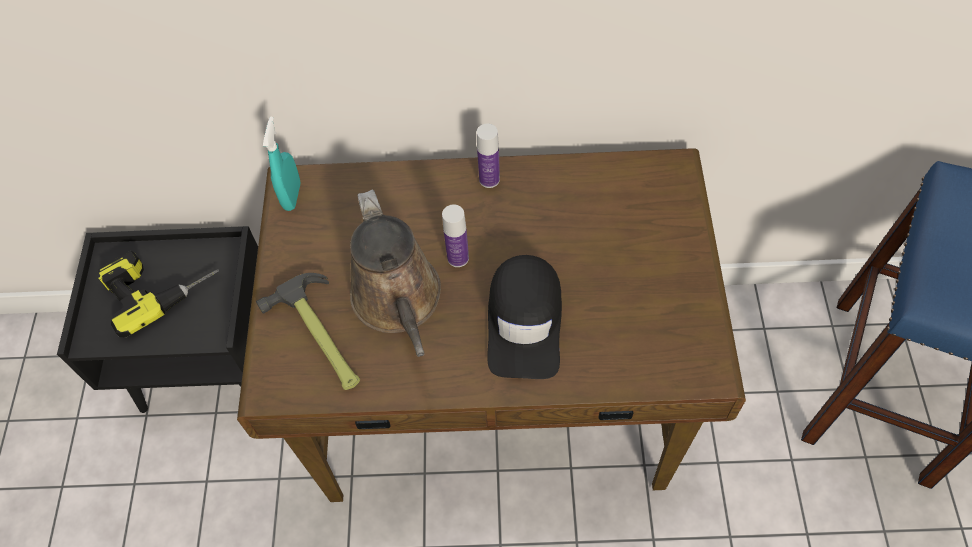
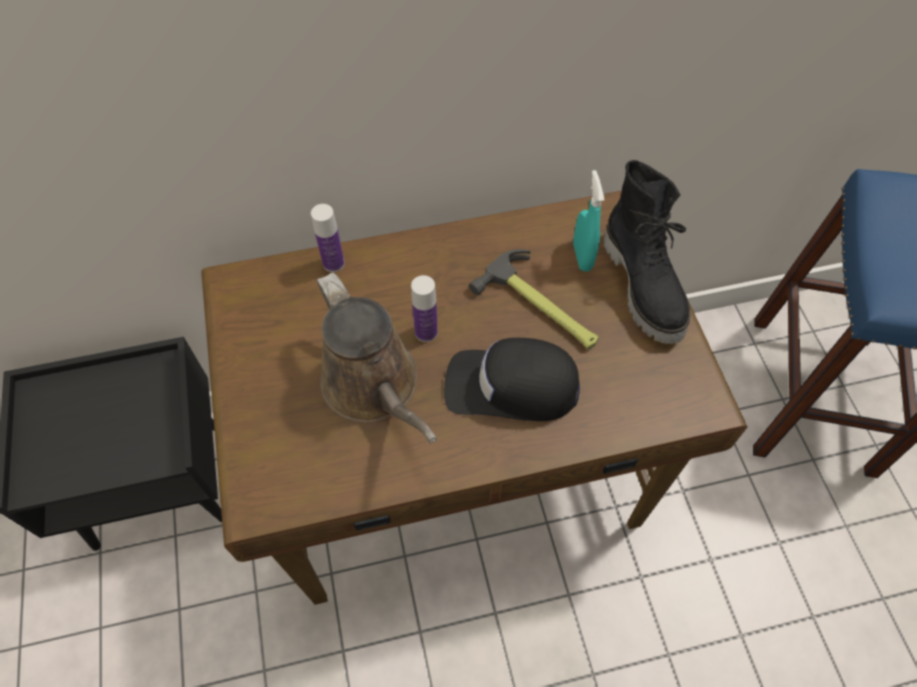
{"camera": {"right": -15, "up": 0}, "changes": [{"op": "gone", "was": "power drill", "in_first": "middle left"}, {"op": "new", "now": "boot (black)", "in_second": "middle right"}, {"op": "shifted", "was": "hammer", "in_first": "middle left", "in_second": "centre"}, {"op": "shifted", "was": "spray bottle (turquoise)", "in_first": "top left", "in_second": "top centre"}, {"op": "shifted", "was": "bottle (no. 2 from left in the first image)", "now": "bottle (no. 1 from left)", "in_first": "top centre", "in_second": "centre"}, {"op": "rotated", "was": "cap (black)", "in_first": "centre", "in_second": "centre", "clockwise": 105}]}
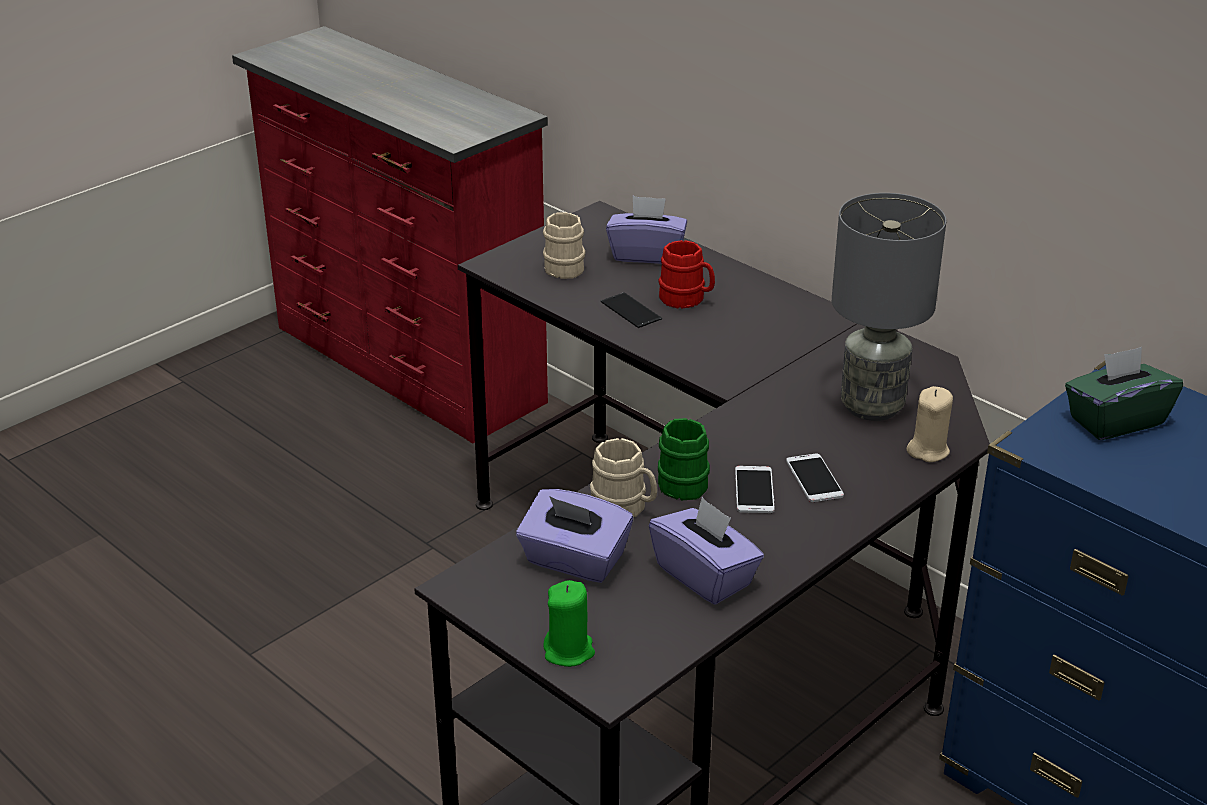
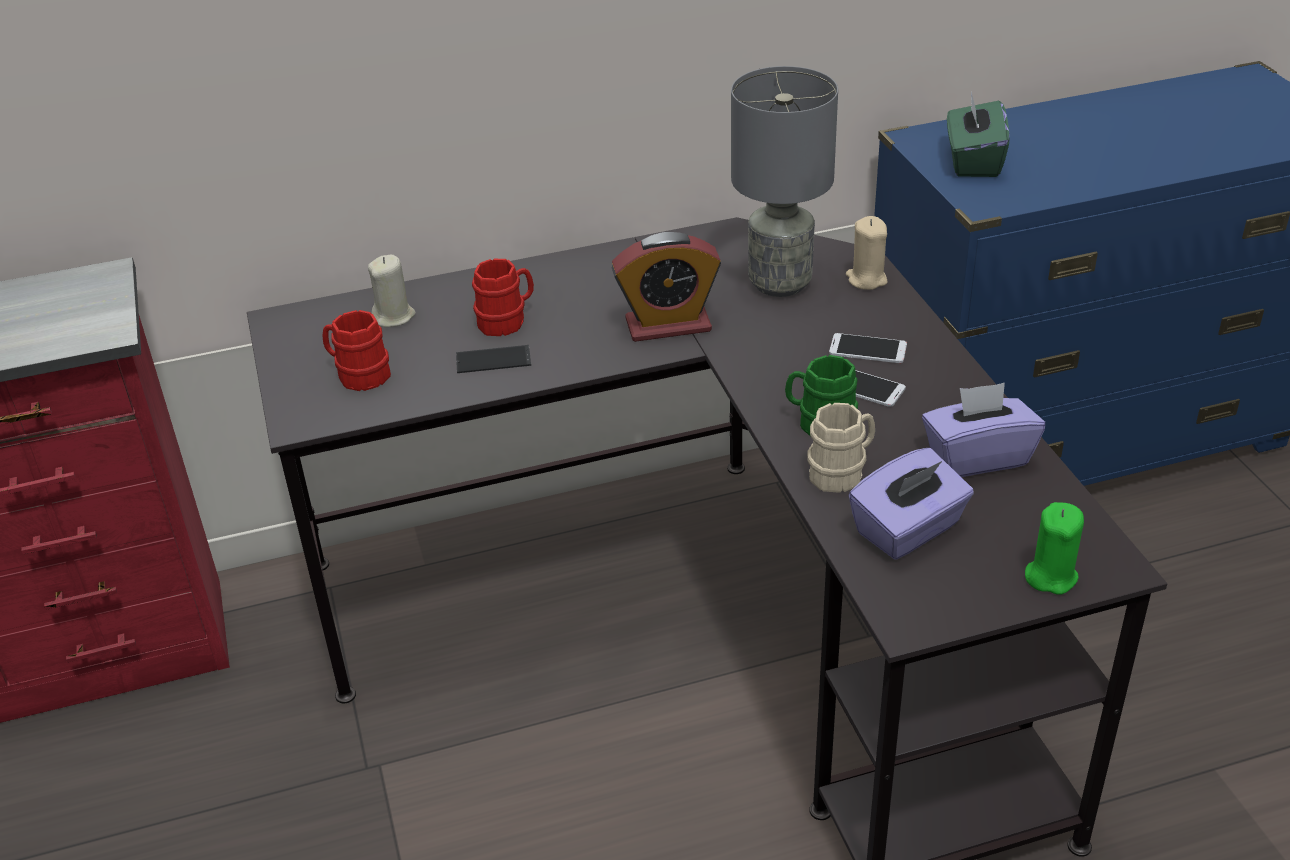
{"camera": {"right": -60, "up": 5}, "changes": [{"op": "new", "now": "alarm clock", "in_second": "centre"}, {"op": "swapped", "was": "tissue box (purple) (no. 2 from left)", "now": "candle (beige) (no. 1 from left)", "in_first": "top centre", "in_second": "middle left"}, {"op": "repainted", "was": "mug (beige) (no. 1 from left)", "now": "mug (red) (no. 1 from left)", "in_first": "top centre", "in_second": "middle left"}]}
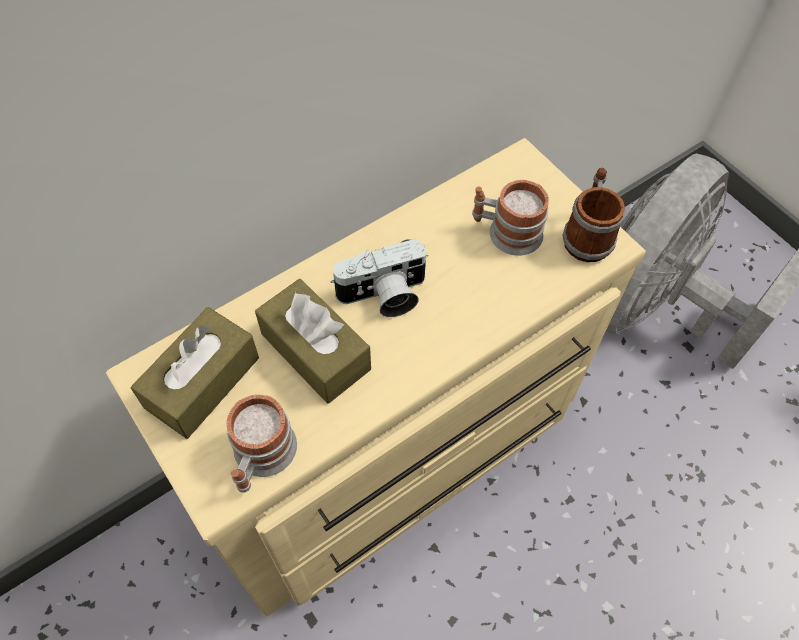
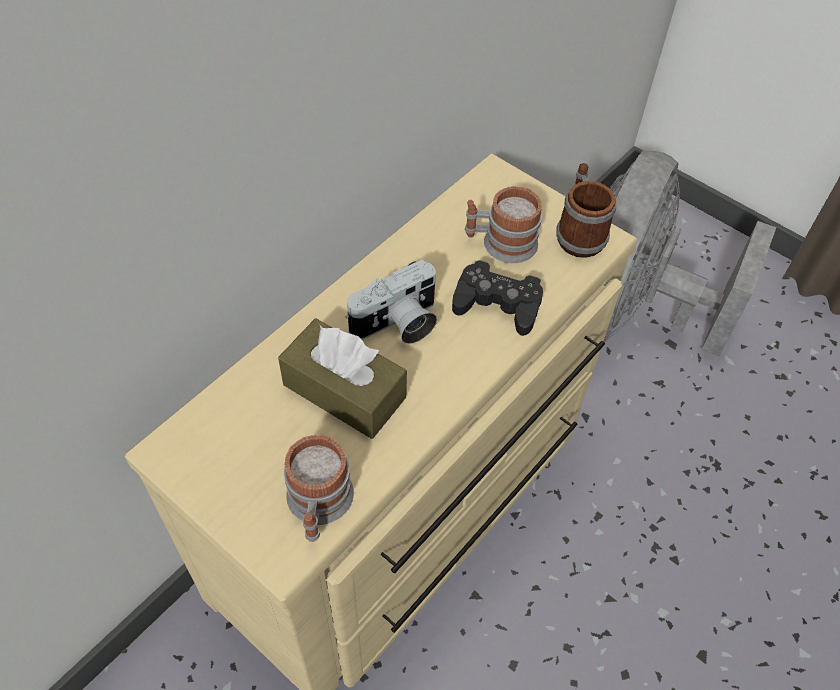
{"camera": {"right": -15, "up": -5}, "changes": [{"op": "gone", "was": "tissue box (brown) (no. 1 from left)", "in_first": "middle left"}, {"op": "new", "now": "game controller (black)", "in_second": "centre"}]}
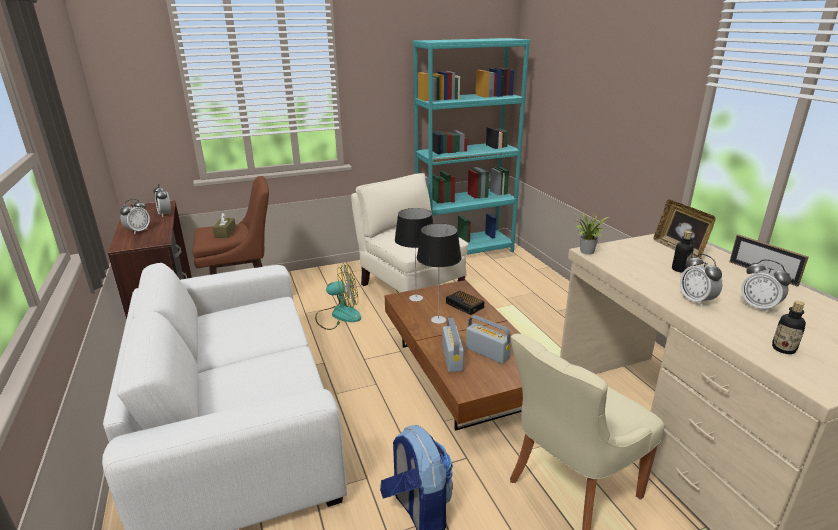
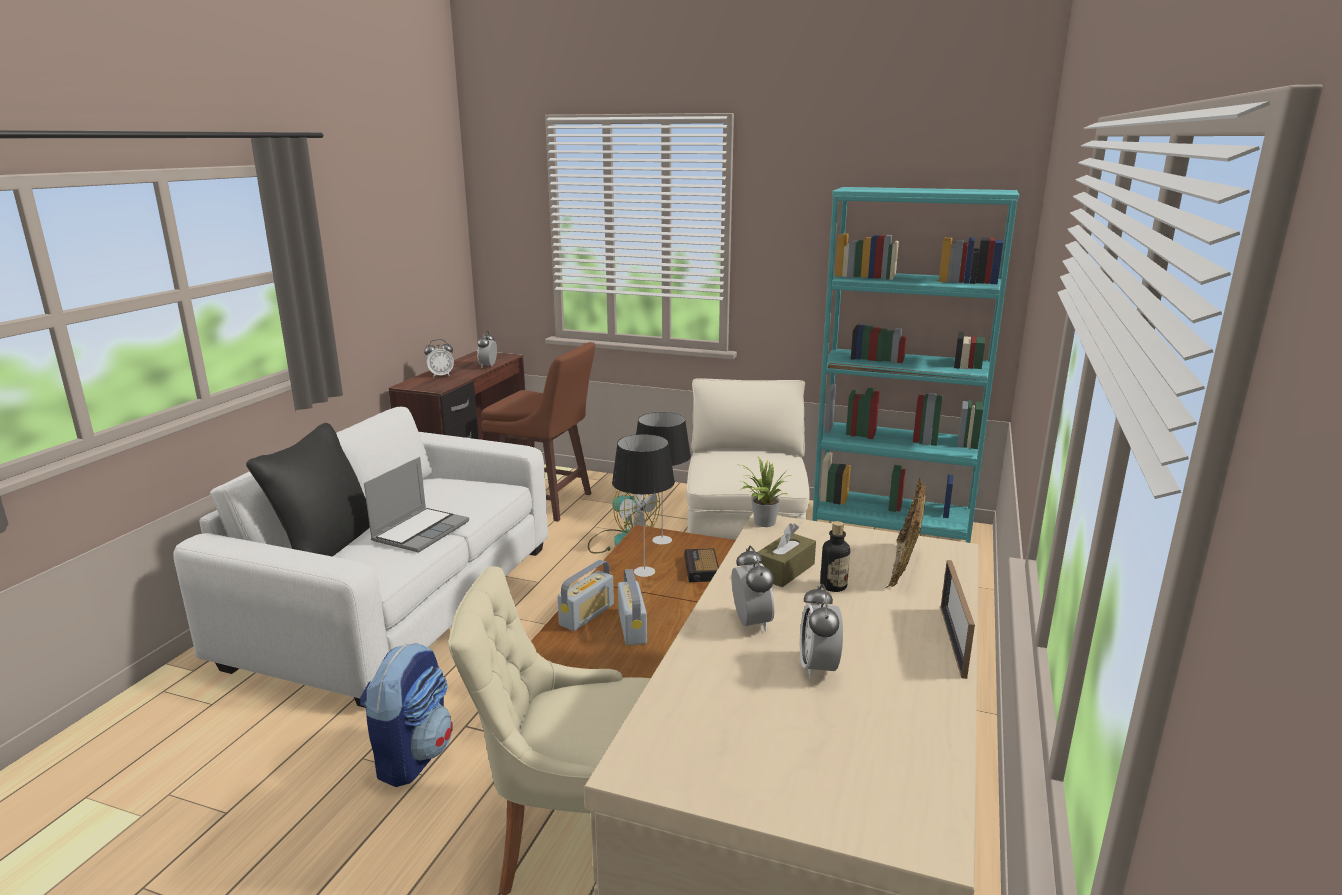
{"camera": {"right": 40, "up": -5}, "changes": [{"op": "gone", "was": "bottle (no. 2 from left)", "in_first": "middle right"}, {"op": "new", "now": "pillow (black)", "in_second": "middle left"}, {"op": "new", "now": "laptop", "in_second": "middle left"}, {"op": "shifted", "was": "tissue box (brown)", "in_first": "middle left", "in_second": "centre"}, {"op": "rotated", "was": "alarm clock (no. 4 from left)", "in_first": "middle right", "in_second": "centre", "clockwise": 150}]}
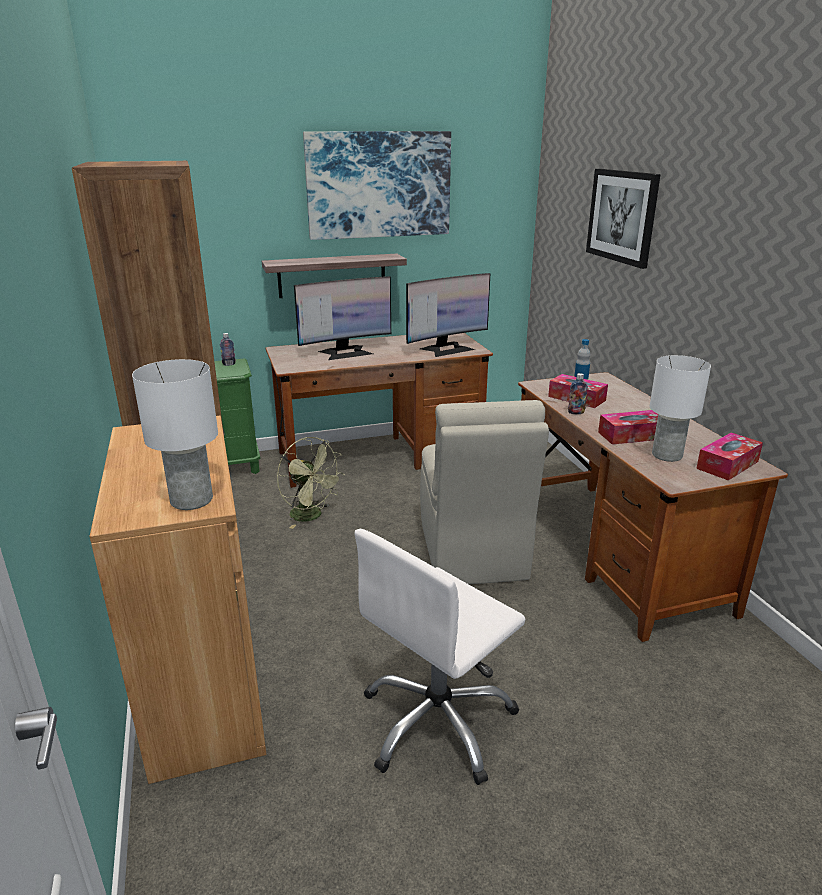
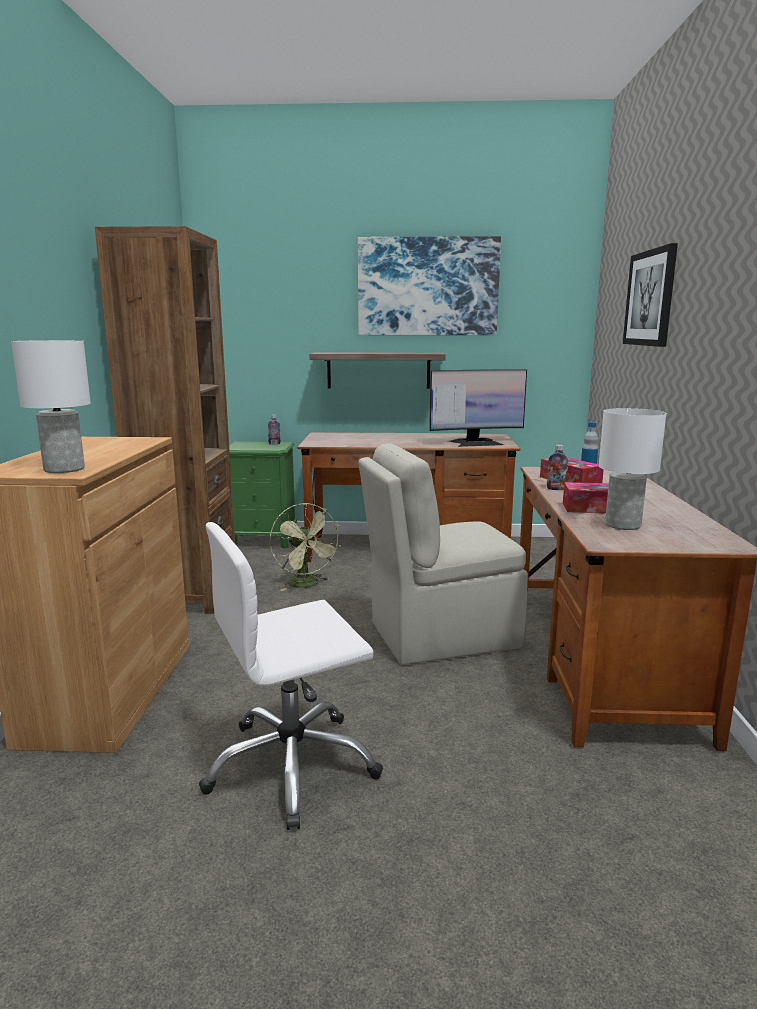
{"camera": {"right": 20, "up": -10}, "changes": [{"op": "gone", "was": "monitor (no. 1 from left)", "in_first": "centre"}, {"op": "gone", "was": "tissue box (no. 3 from left)", "in_first": "middle right"}, {"op": "rotated", "was": "chair (beige)", "in_first": "centre", "in_second": "centre", "clockwise": 60}]}
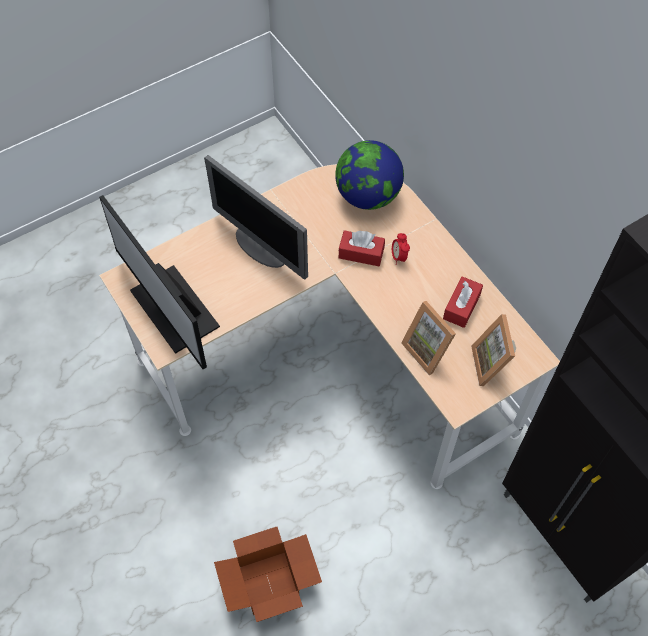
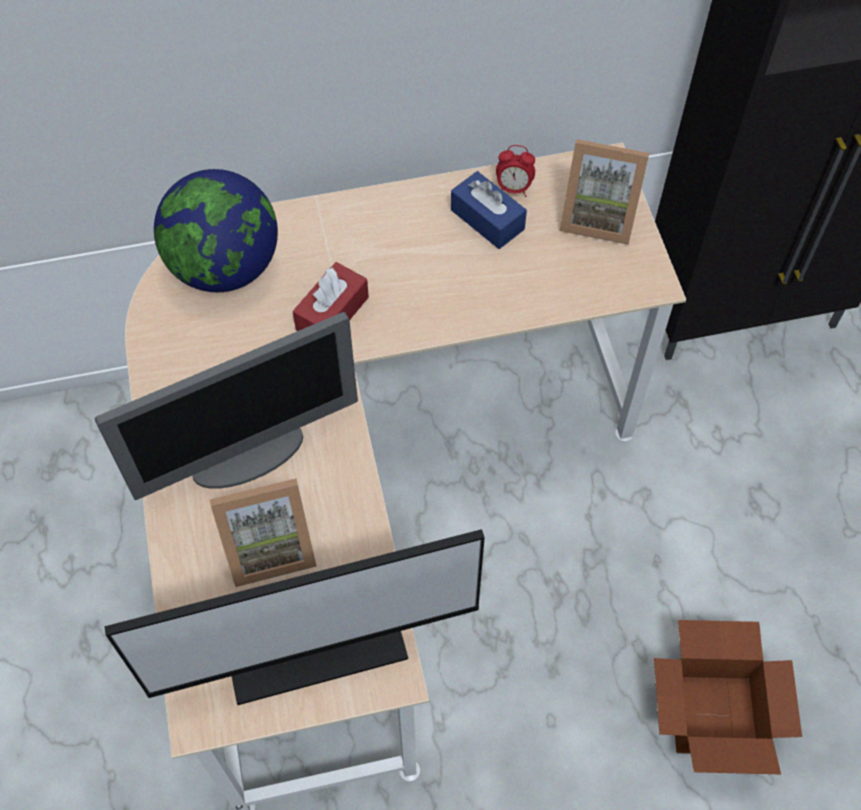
{"camera": {"right": -70, "up": 0}, "changes": [{"op": "shifted", "was": "alarm clock", "in_first": "centre", "in_second": "top centre"}, {"op": "shifted", "was": "picture frame (no. 1 from left)", "in_first": "centre", "in_second": "middle left"}, {"op": "repainted", "was": "tissue box (red) (no. 2 from left)", "now": "tissue box (blue)", "in_first": "middle right", "in_second": "top centre"}]}
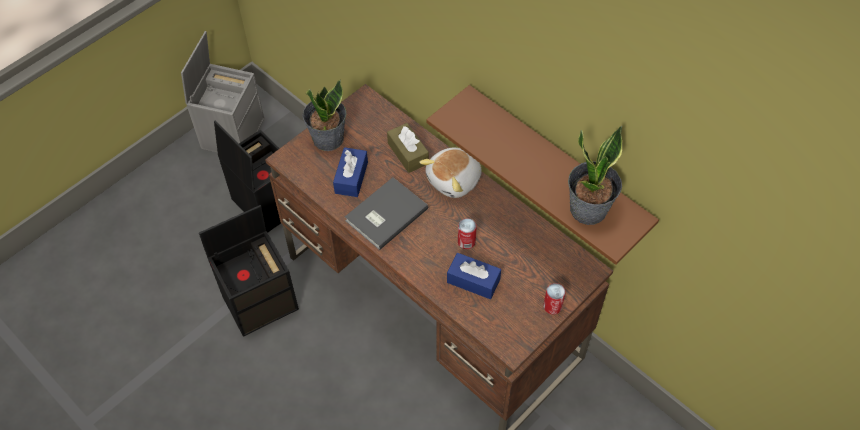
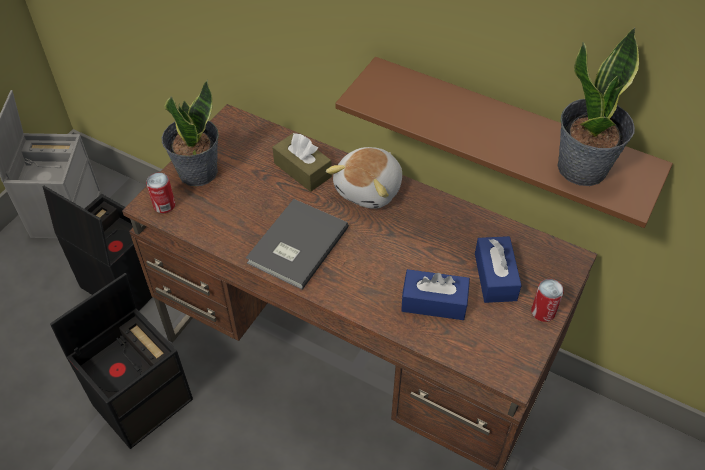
{"camera": {"right": -15, "up": -5}, "changes": [{"op": "shifted", "was": "tissue box (blue) (no. 1 from left in the first image)", "now": "tissue box (blue) (no. 2 from left)", "in_first": "centre", "in_second": "middle right"}, {"op": "shifted", "was": "can (no. 1 from left)", "in_first": "centre", "in_second": "middle left"}]}
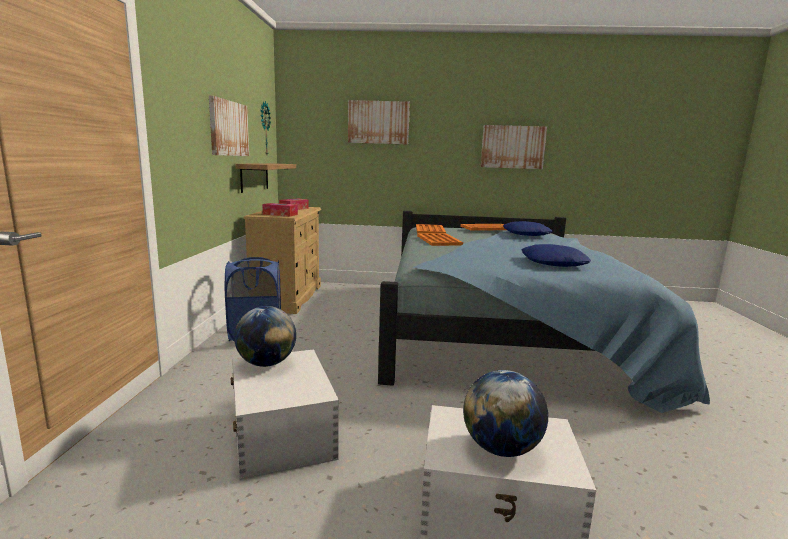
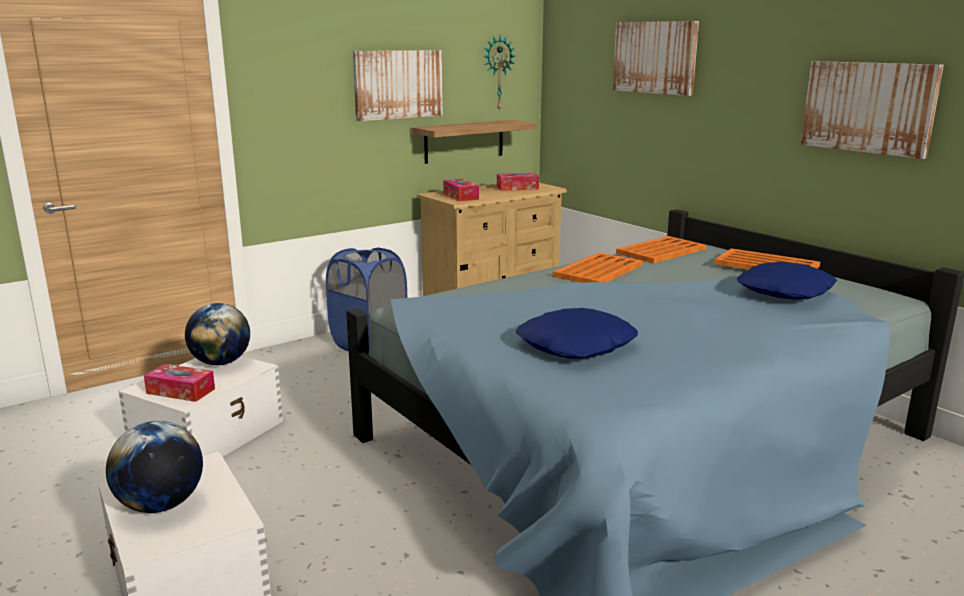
{"camera": {"right": 50, "up": 5}, "changes": [{"op": "new", "now": "tissue box (no. 1 from left)", "in_second": "middle left"}]}
